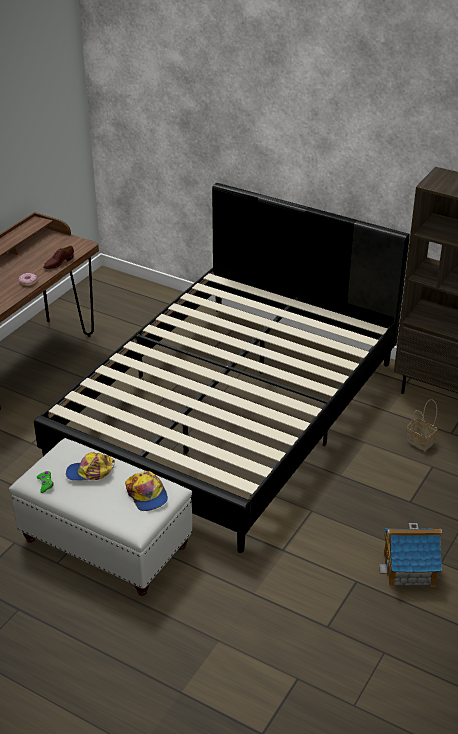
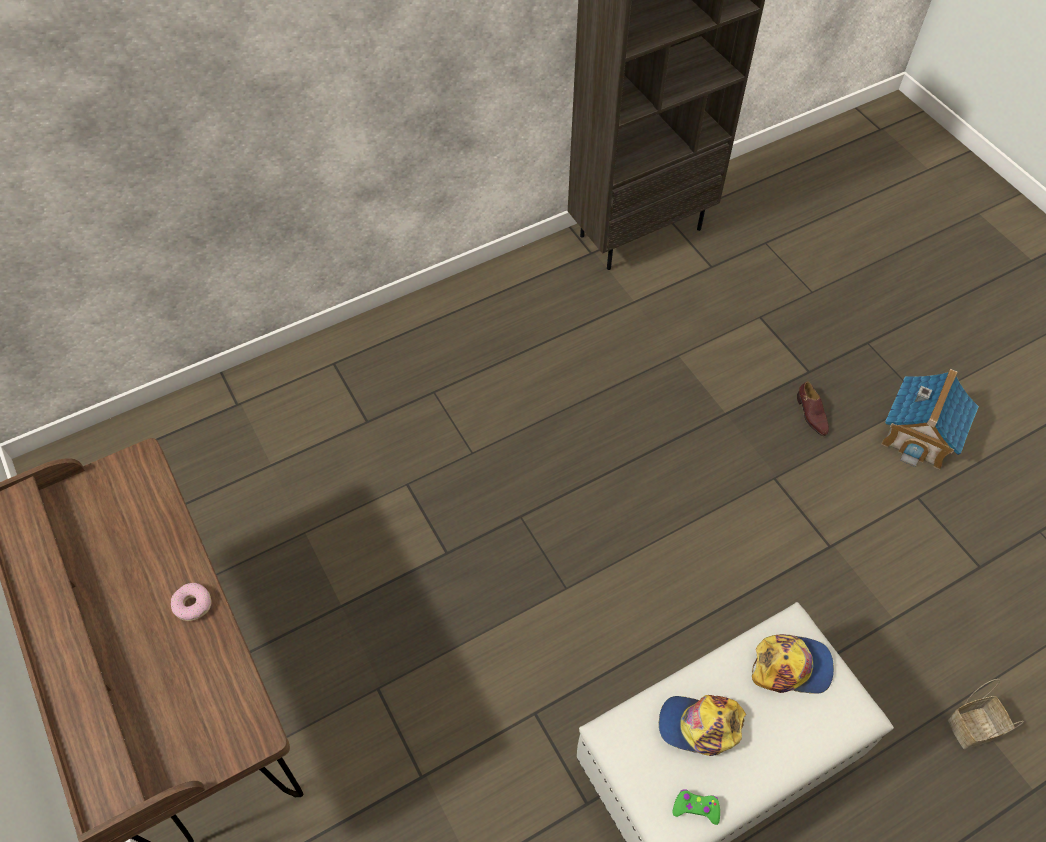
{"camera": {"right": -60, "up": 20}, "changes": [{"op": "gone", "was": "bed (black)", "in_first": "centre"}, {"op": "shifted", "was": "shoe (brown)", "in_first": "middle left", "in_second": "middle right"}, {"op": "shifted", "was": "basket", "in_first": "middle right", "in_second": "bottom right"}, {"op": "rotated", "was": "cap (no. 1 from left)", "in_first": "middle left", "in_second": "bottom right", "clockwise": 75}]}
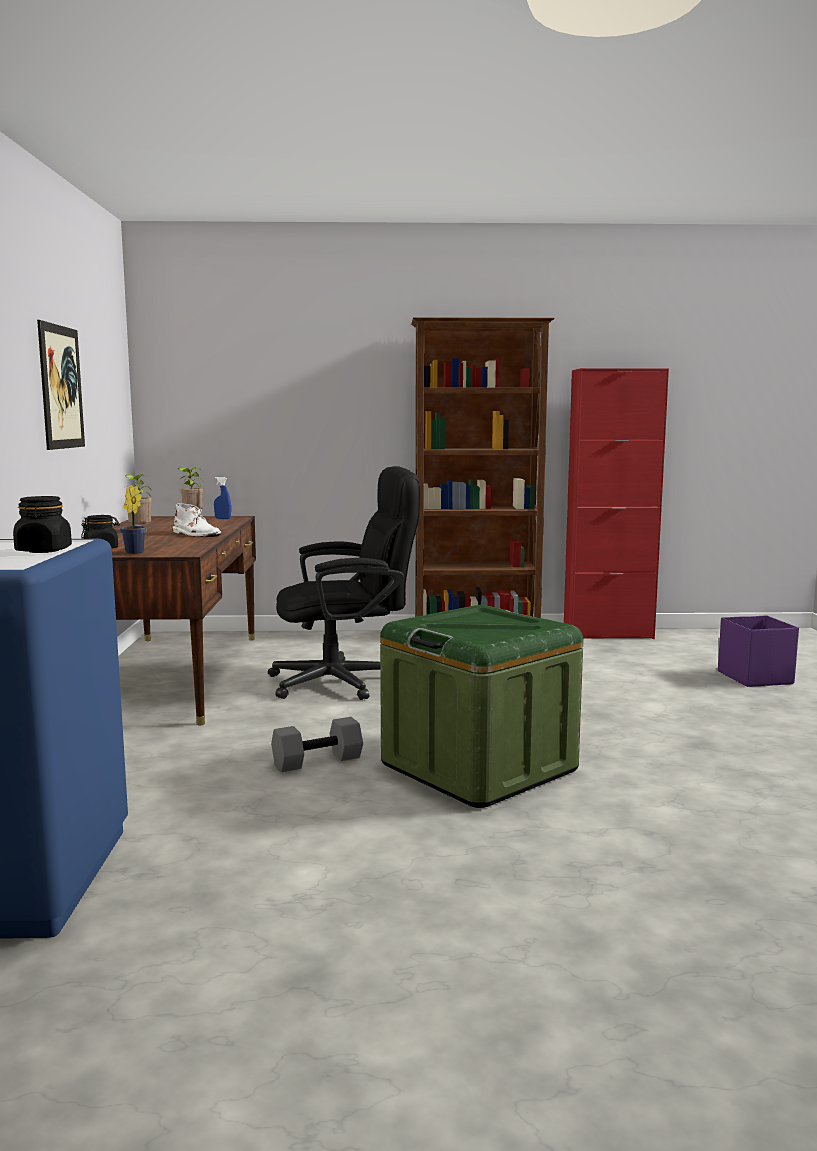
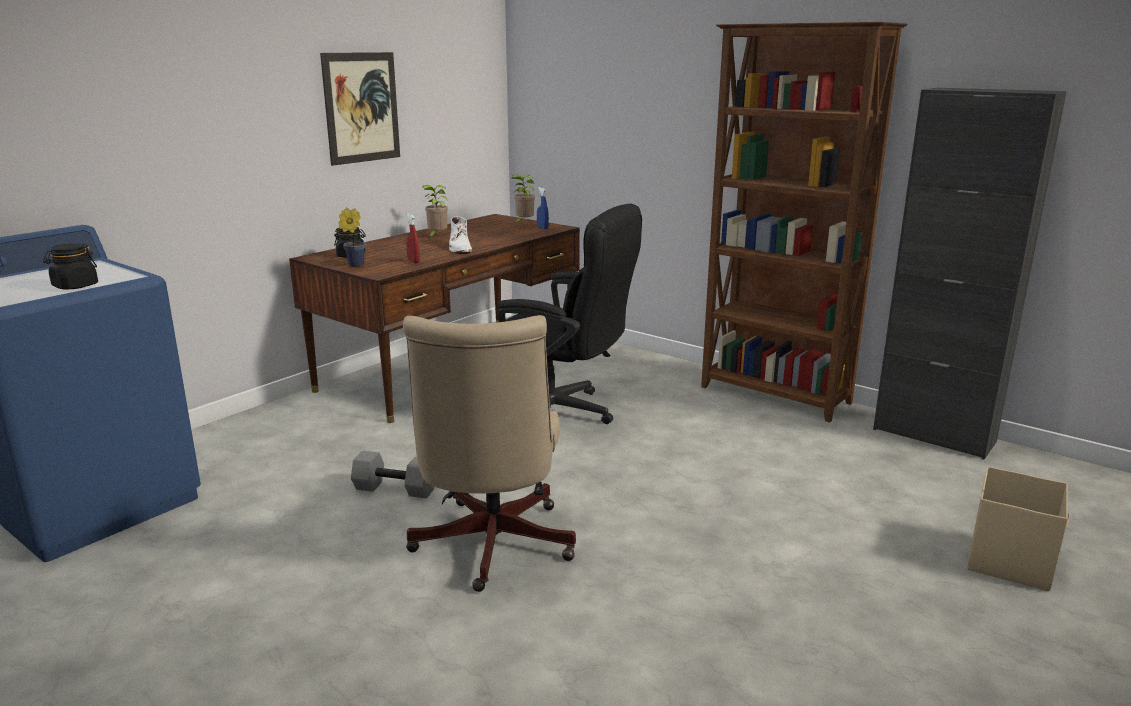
{"camera": {"right": 40, "up": 10}, "changes": [{"op": "new", "now": "spray bottle (red)", "in_second": "centre"}, {"op": "swapped", "was": "storage box (green)", "now": "office chair (beige)", "in_first": "centre", "in_second": "centre"}, {"op": "repainted", "was": "cabinet (red)", "now": "cabinet (black)", "in_first": "middle right", "in_second": "middle right"}, {"op": "repainted", "was": "storage box (purple)", "now": "storage box (beige)", "in_first": "middle right", "in_second": "bottom right"}]}
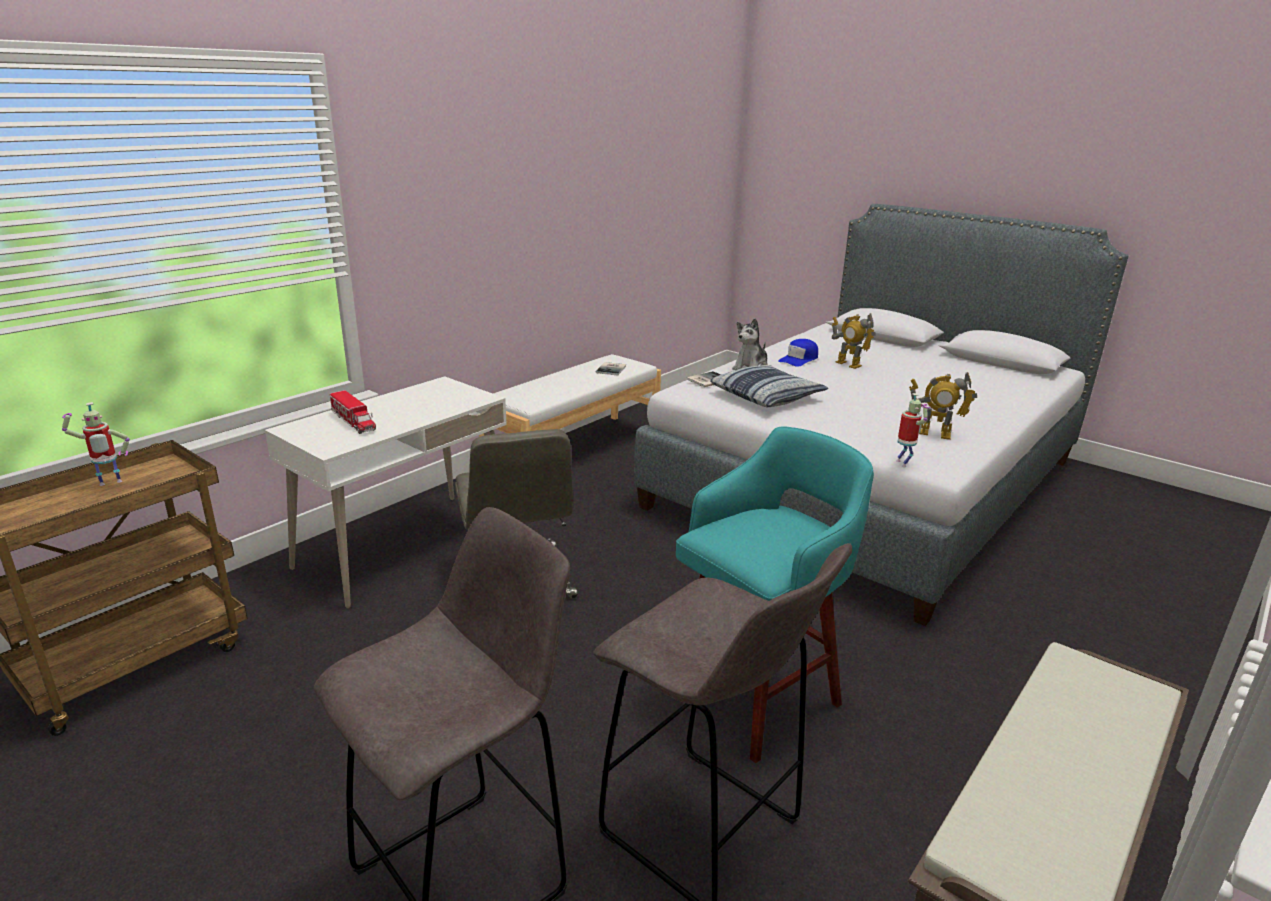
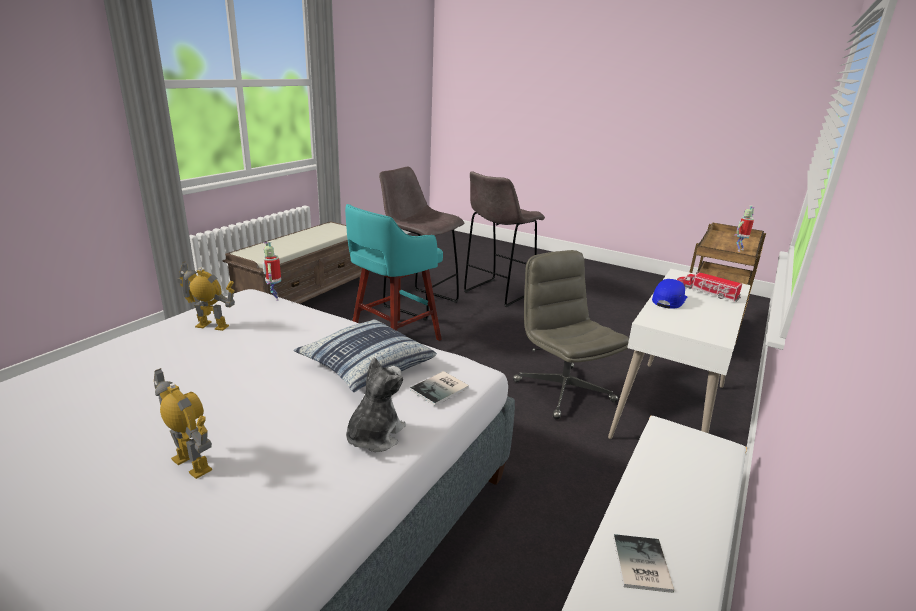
{"camera": {"right": 170, "up": 0}, "changes": [{"op": "shifted", "was": "cap (blue)", "in_first": "centre", "in_second": "middle right"}]}
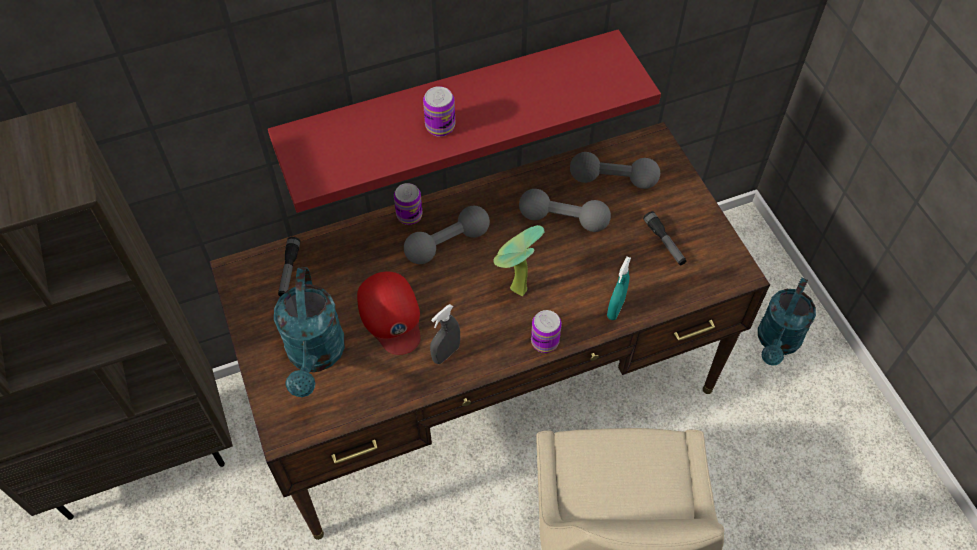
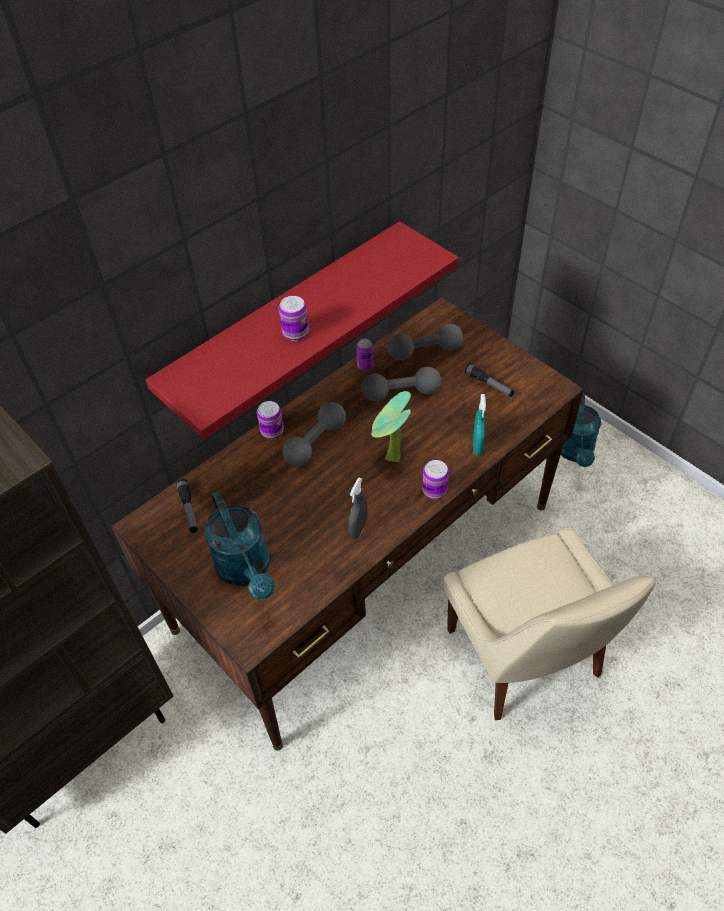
{"camera": {"right": -20, "up": -5}, "changes": [{"op": "gone", "was": "cap (red)", "in_first": "centre"}, {"op": "new", "now": "can (no. 3 from left)", "in_second": "centre"}]}
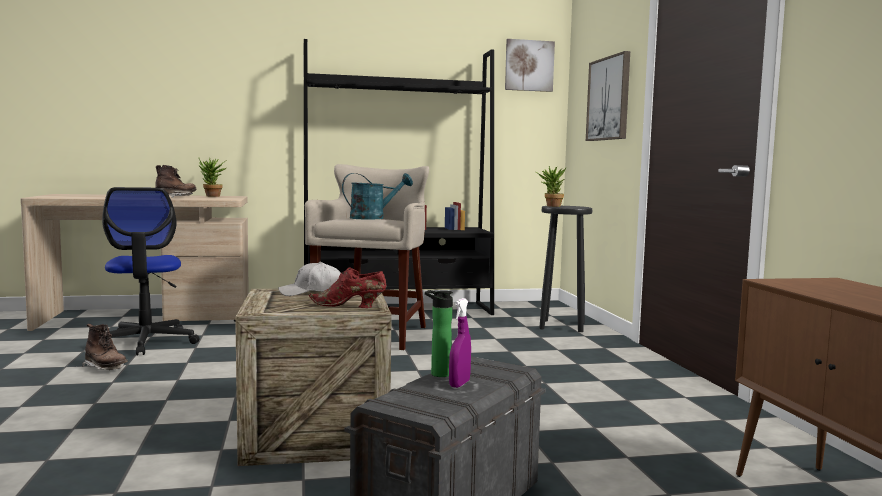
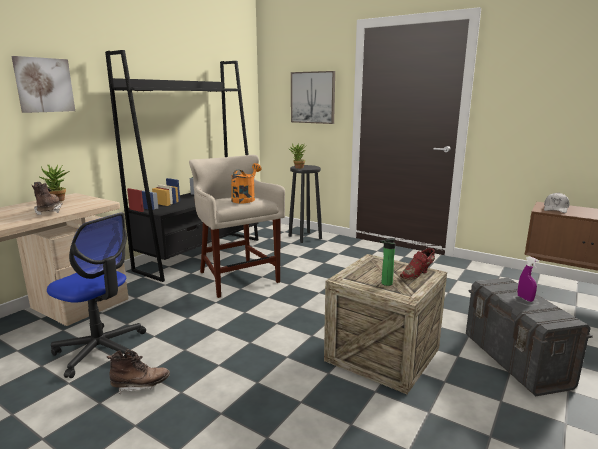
{"camera": {"right": -45, "up": 10}, "changes": [{"op": "shifted", "was": "cap (white)", "in_first": "centre", "in_second": "middle right"}, {"op": "shifted", "was": "bottle", "in_first": "bottom centre", "in_second": "centre"}, {"op": "shifted", "was": "picture (no. 1 from left)", "in_first": "top centre", "in_second": "top left"}, {"op": "repainted", "was": "watering can (turquoise)", "now": "watering can (orange)", "in_first": "centre", "in_second": "centre"}]}
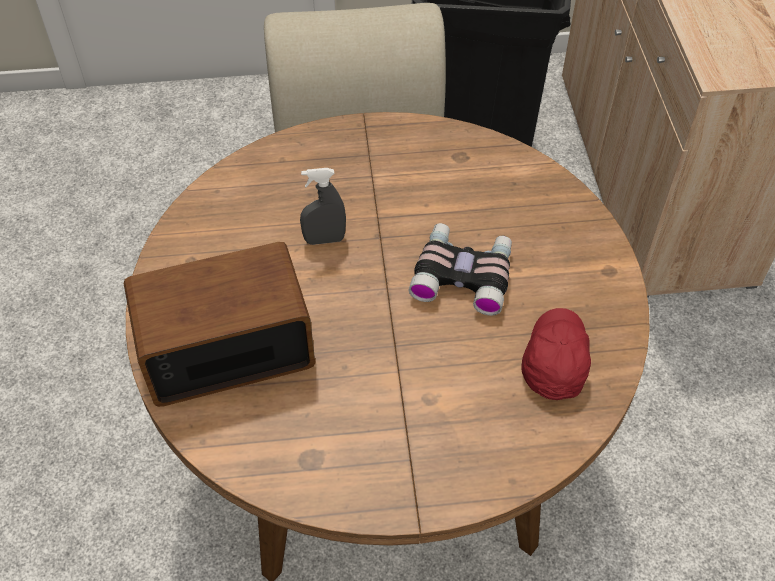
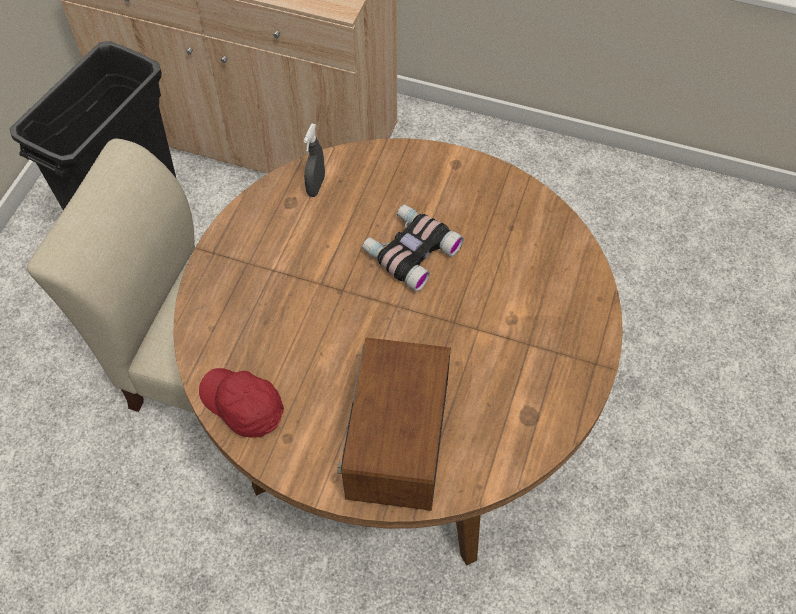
{"camera": {"right": -65, "up": 5}, "changes": [{"op": "shifted", "was": "spray bottle (grey)", "in_first": "centre", "in_second": "top centre"}, {"op": "shifted", "was": "cap (red)", "in_first": "middle right", "in_second": "middle left"}]}
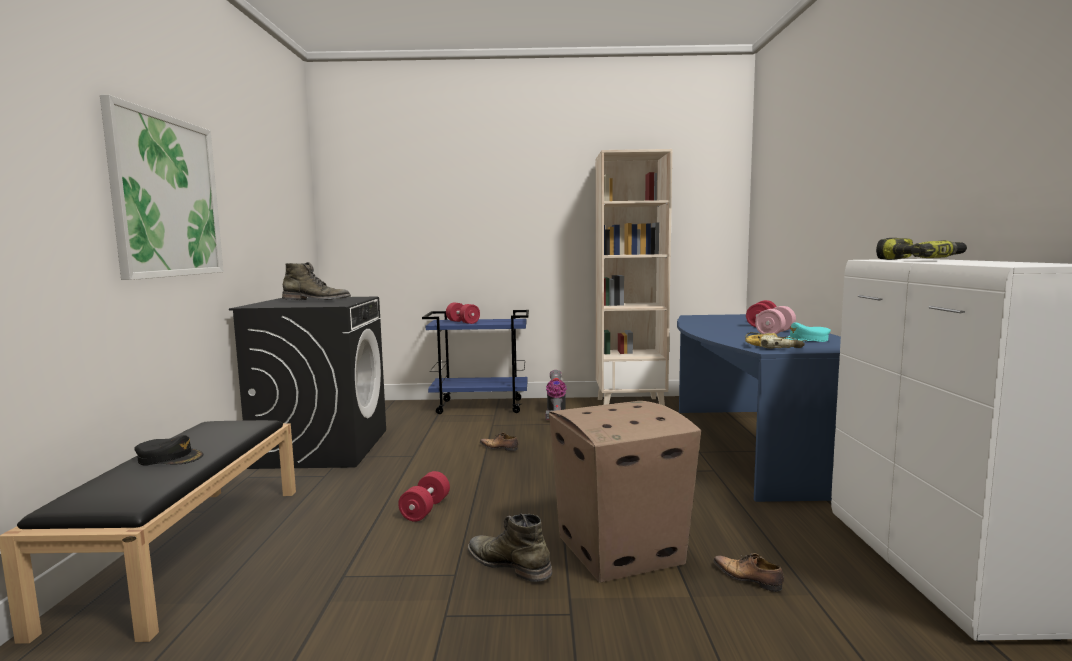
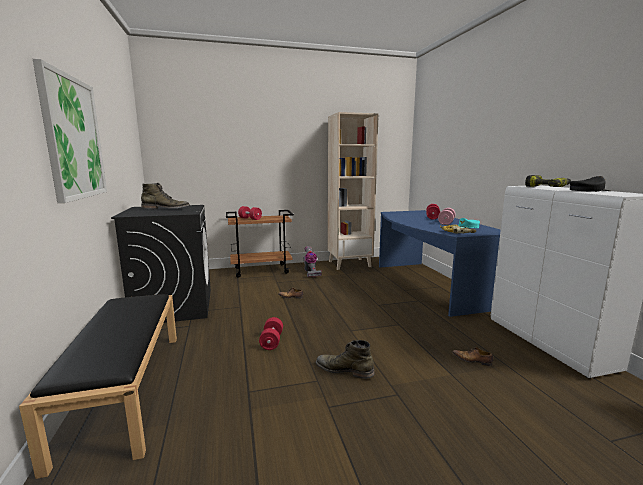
{"camera": {"right": -15, "up": 5}, "changes": [{"op": "gone", "was": "cardboard box", "in_first": "bottom centre"}, {"op": "shifted", "was": "cap (black)", "in_first": "bottom left", "in_second": "middle right"}, {"op": "repainted", "was": "cart (blue)", "now": "cart (brown)", "in_first": "centre", "in_second": "centre"}]}
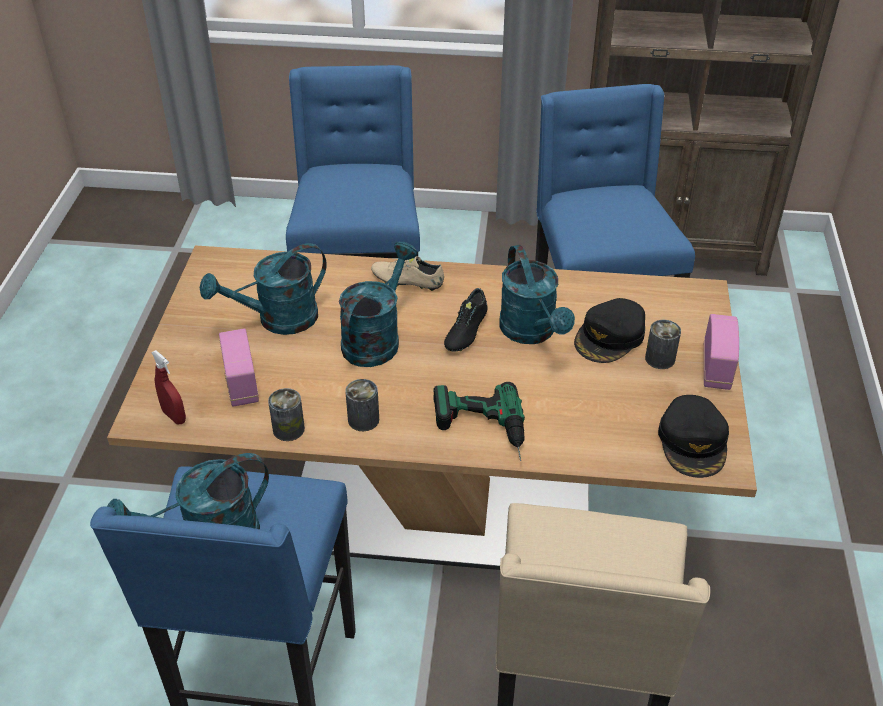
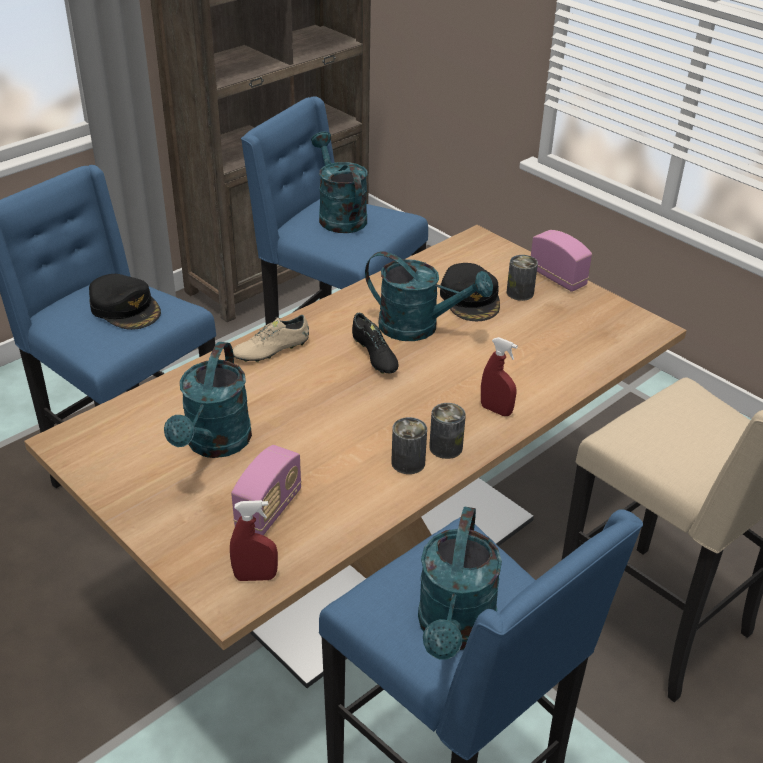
{"camera": {"right": -50, "up": -5}, "changes": [{"op": "shifted", "was": "can (no. 1 from left in the first image)", "now": "can (no. 2 from left)", "in_first": "middle left", "in_second": "centre"}, {"op": "shifted", "was": "watering can (turquoise) (no. 3 from left in the first image)", "now": "watering can (turquoise) (no. 2 from left)", "in_first": "centre", "in_second": "top centre"}, {"op": "shifted", "was": "cap (black) (no. 2 from left in the first image)", "now": "cap (black) (no. 1 from left)", "in_first": "middle right", "in_second": "middle left"}, {"op": "swapped", "was": "power drill", "now": "spray bottle (red) (no. 2 from left)", "in_first": "centre", "in_second": "centre"}, {"op": "rotated", "was": "radio (no. 1 from left)", "in_first": "middle left", "in_second": "centre", "clockwise": -90}]}
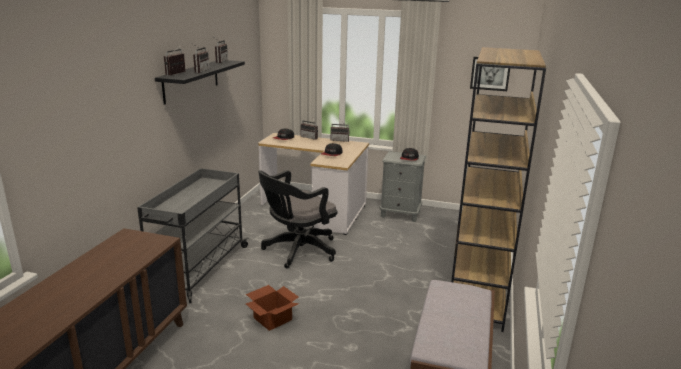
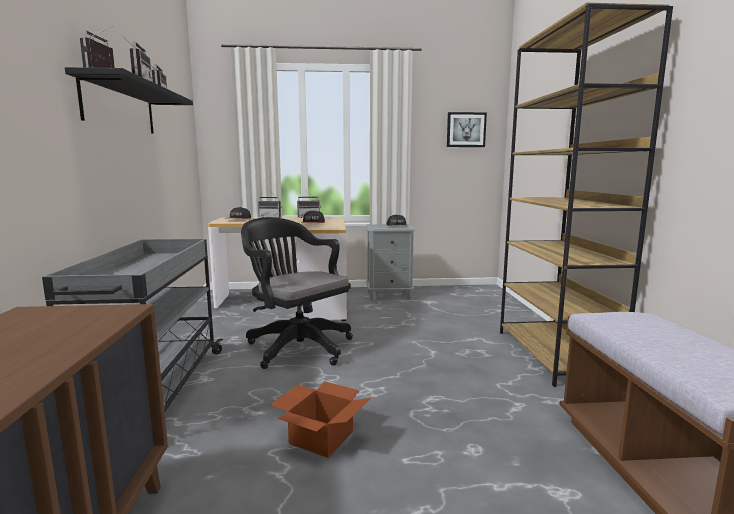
{"camera": {"right": -20, "up": -10}, "changes": [{"op": "rotated", "was": "office chair (black)", "in_first": "centre", "in_second": "centre", "clockwise": 105}]}
